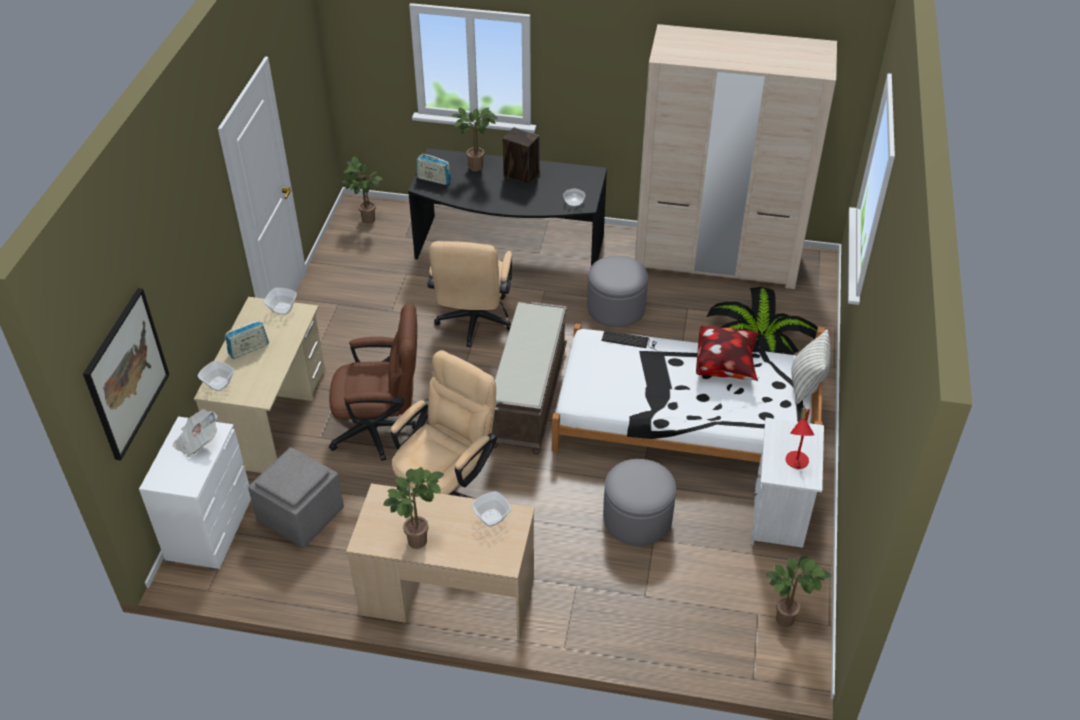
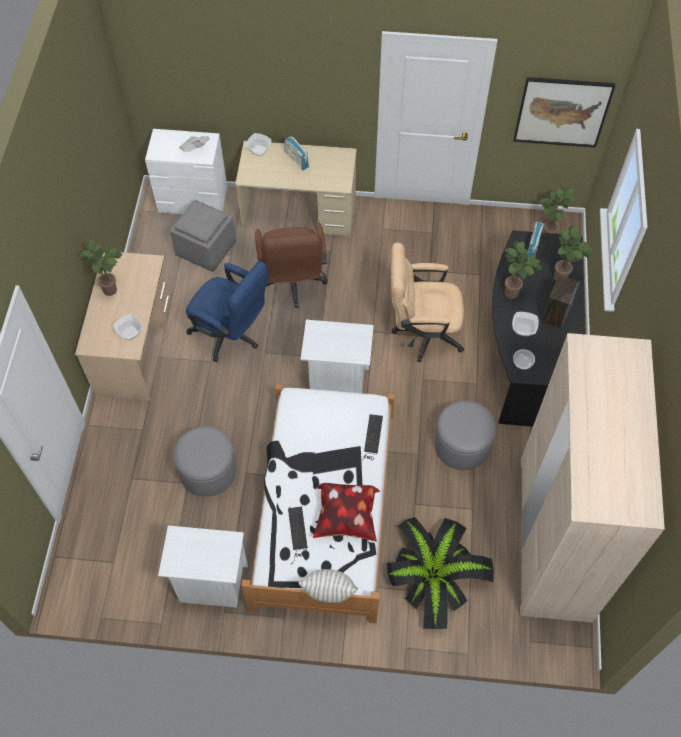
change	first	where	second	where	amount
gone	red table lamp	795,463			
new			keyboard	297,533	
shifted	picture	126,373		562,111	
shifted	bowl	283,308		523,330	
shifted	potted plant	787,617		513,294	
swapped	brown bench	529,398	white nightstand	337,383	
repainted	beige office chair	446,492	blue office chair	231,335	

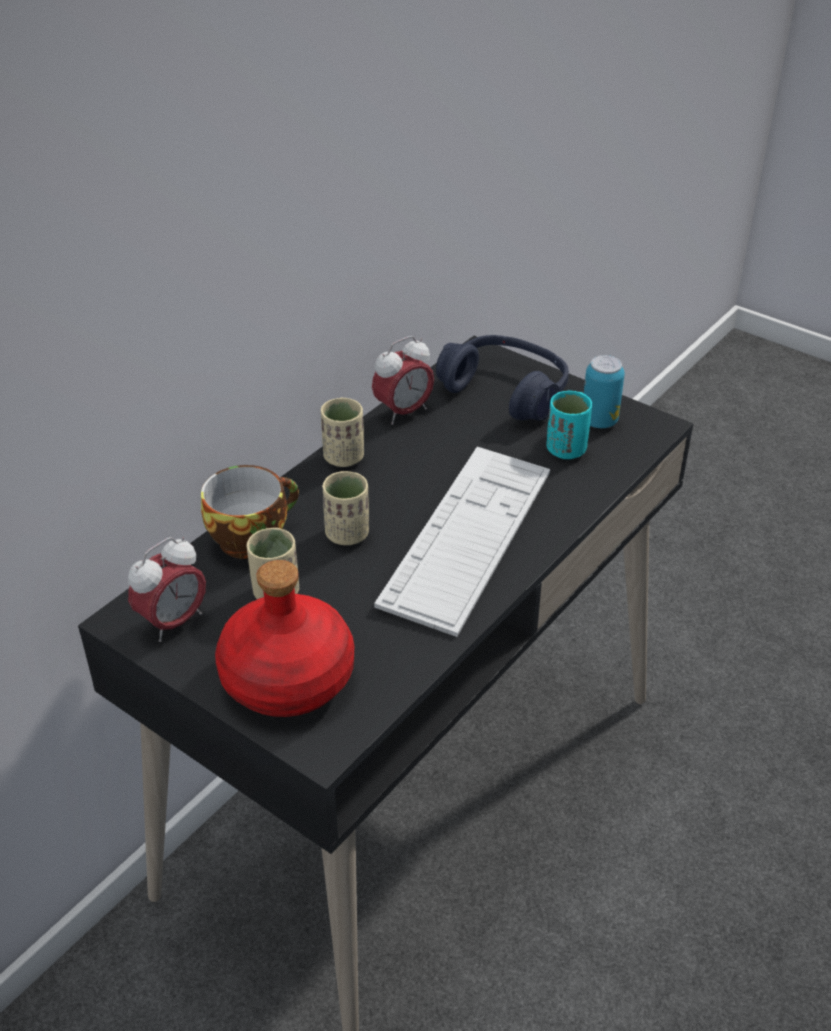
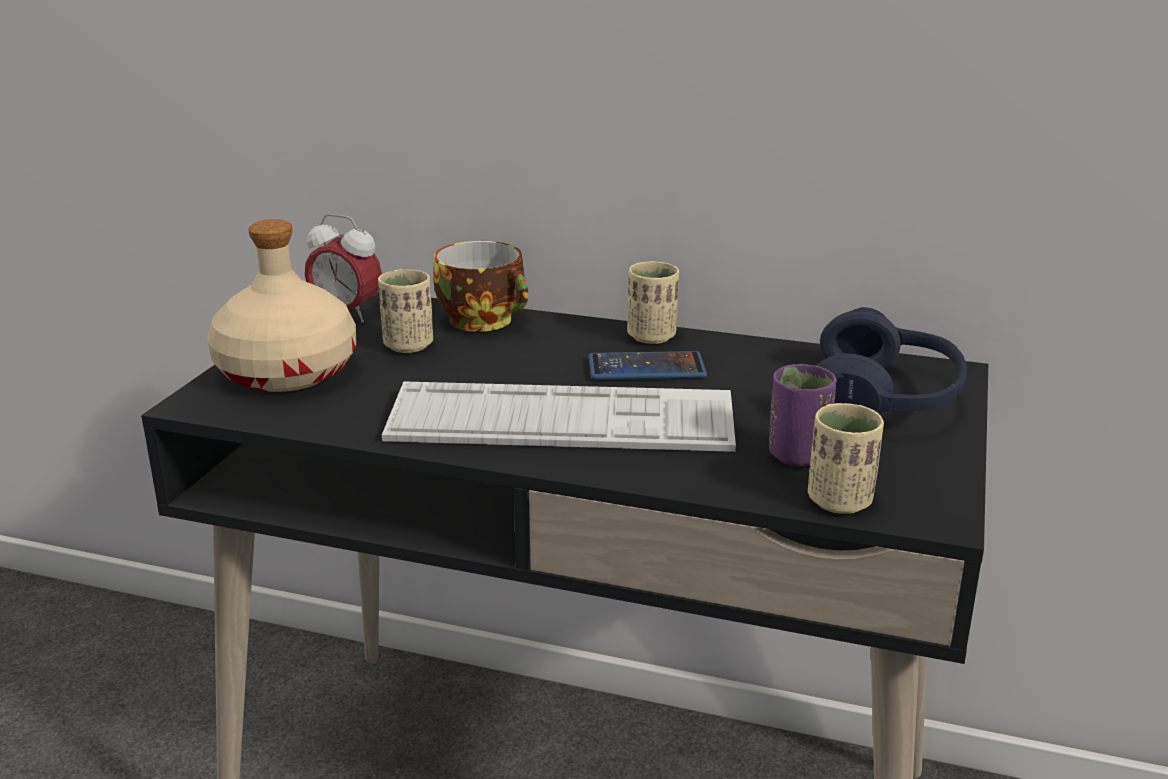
change	first	where	second	where	amount
gone	alarm clock	403,412			
gone	can	599,421			
new			phone	646,368	
shifted	beige cup	347,534		840,501	
repainted	red bottle	288,677	beige bottle	289,372	
repainted	turquoise cup	566,450	purple cup	798,455	

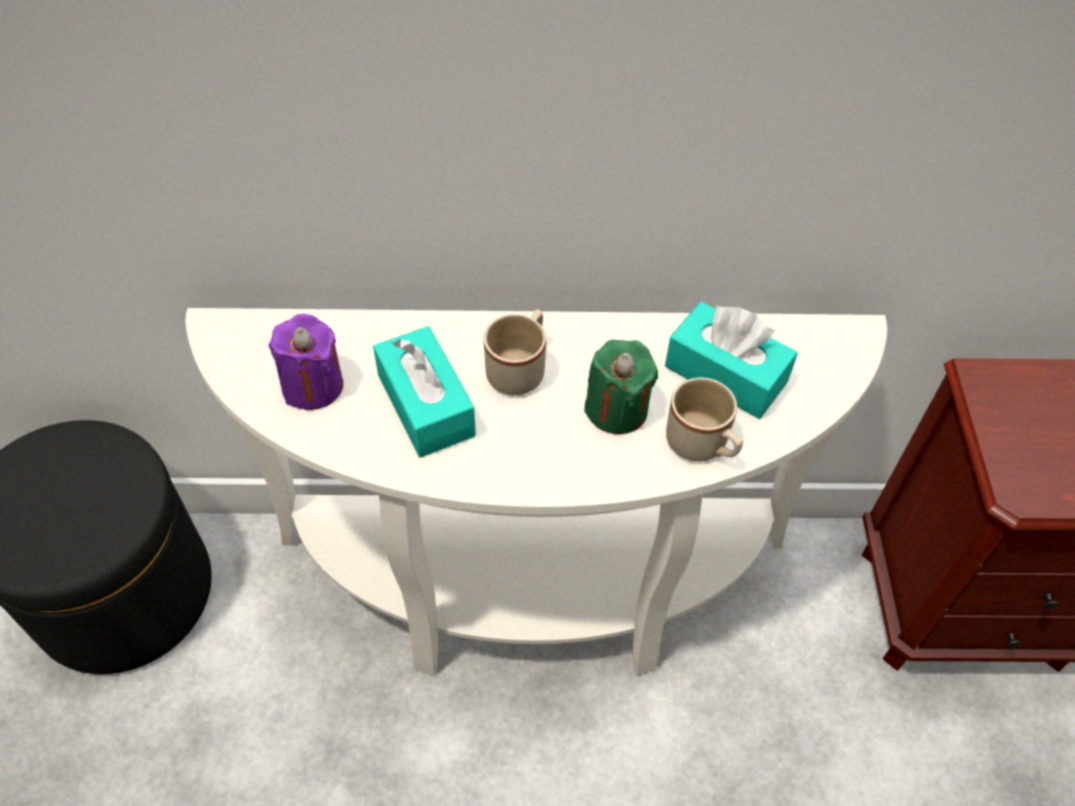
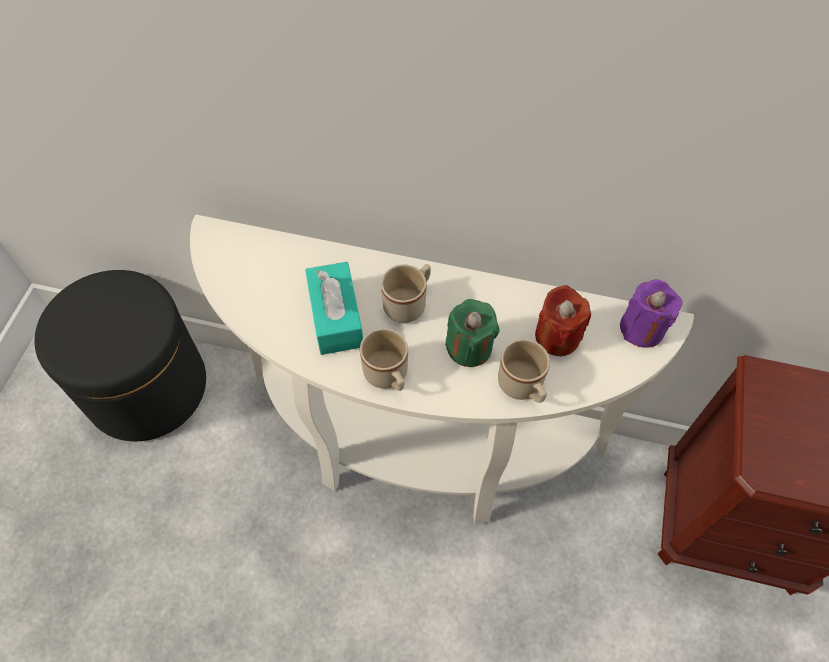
change	first	where	second	where	amount
new			beige mug	388,377	
shifted	purple candle	313,386		642,328	
swapped	turquoise tissue box	725,374	red candle	557,336	

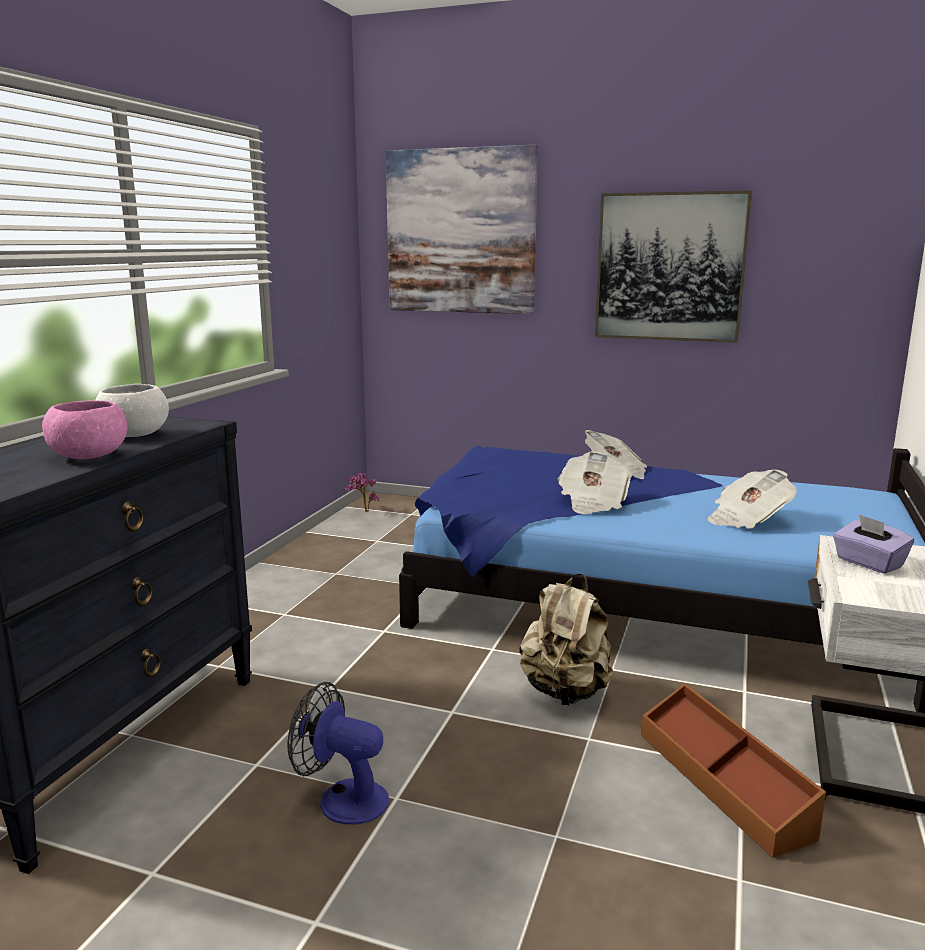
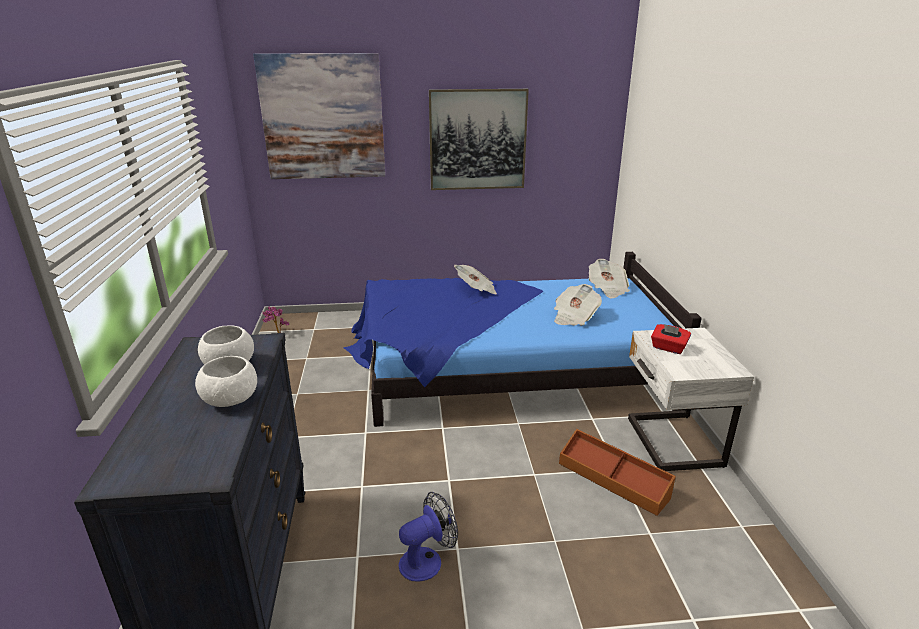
change	first	where	second	where	amount
gone	beige backpack	566,692			
shifted	newspaper	592,503		607,289	
repainted	pink bowl	90,456	white bowl	231,399	
repainted	purple tissue box	868,563	red tissue box	668,348	
rotated	fan	342,798		427,560	150 degrees clockwise

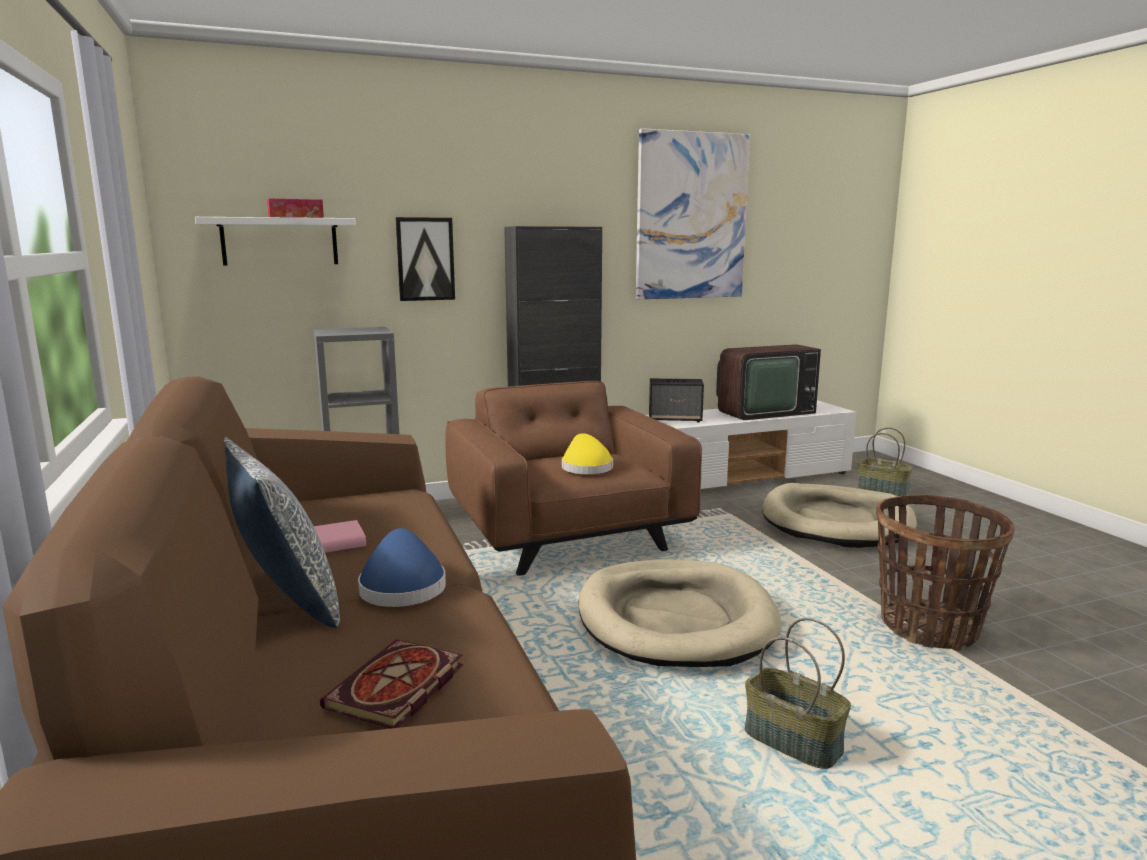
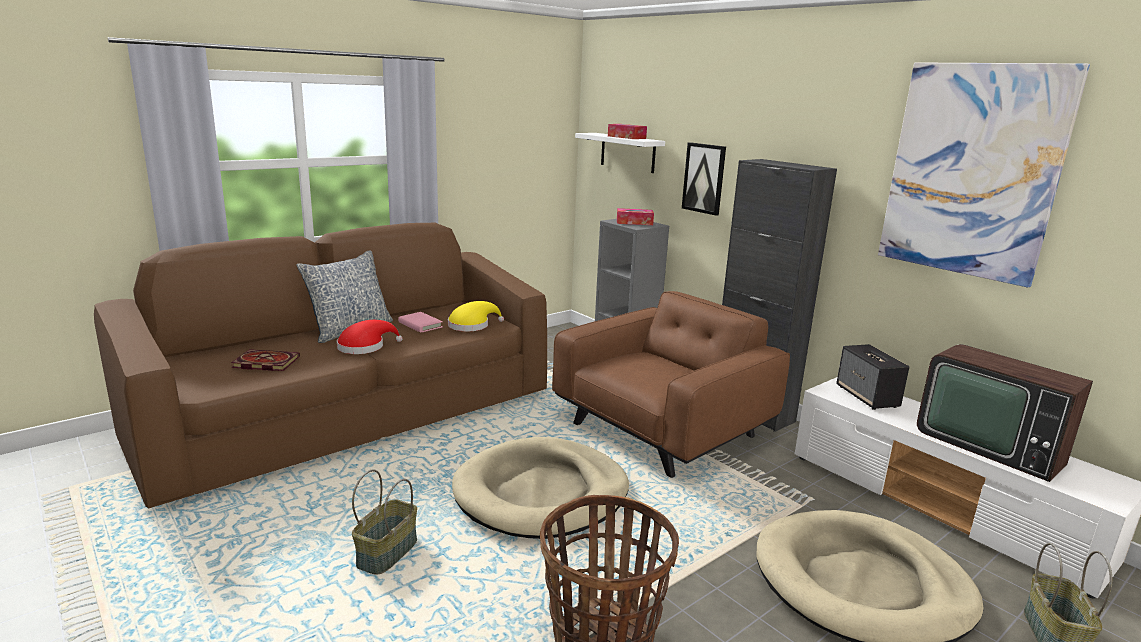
change	first	where	second	where	amount
new			tissue box	634,222	
shifted	yellow hat	585,467		471,325	
repainted	blue hat	402,587	red hat	364,347	

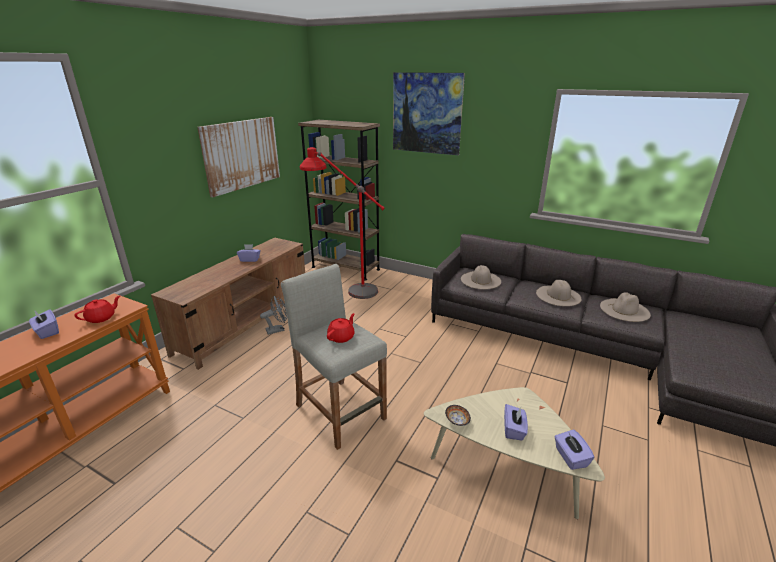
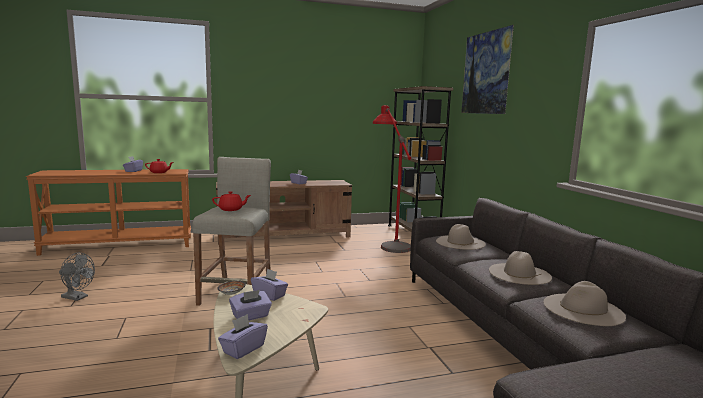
change	first	where	second	where	amount
gone	picture	242,154			
new			purple tissue box	269,295	
shifted	grey fan	278,329		77,297	

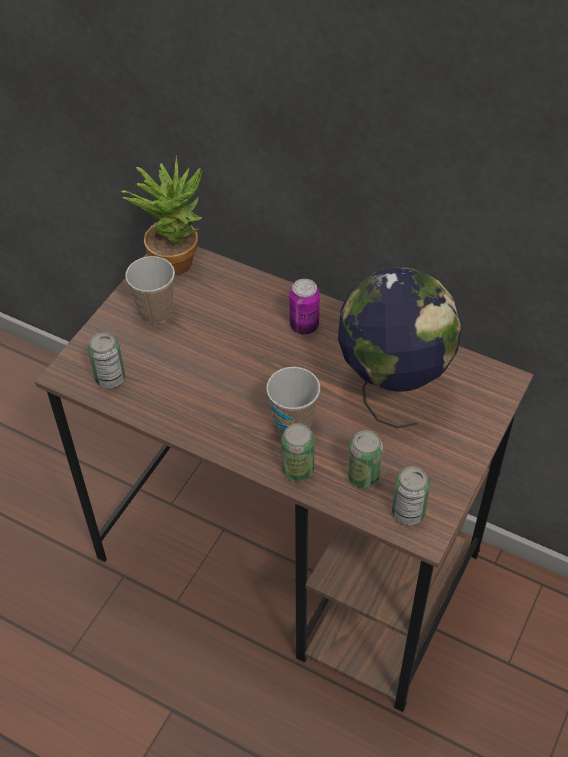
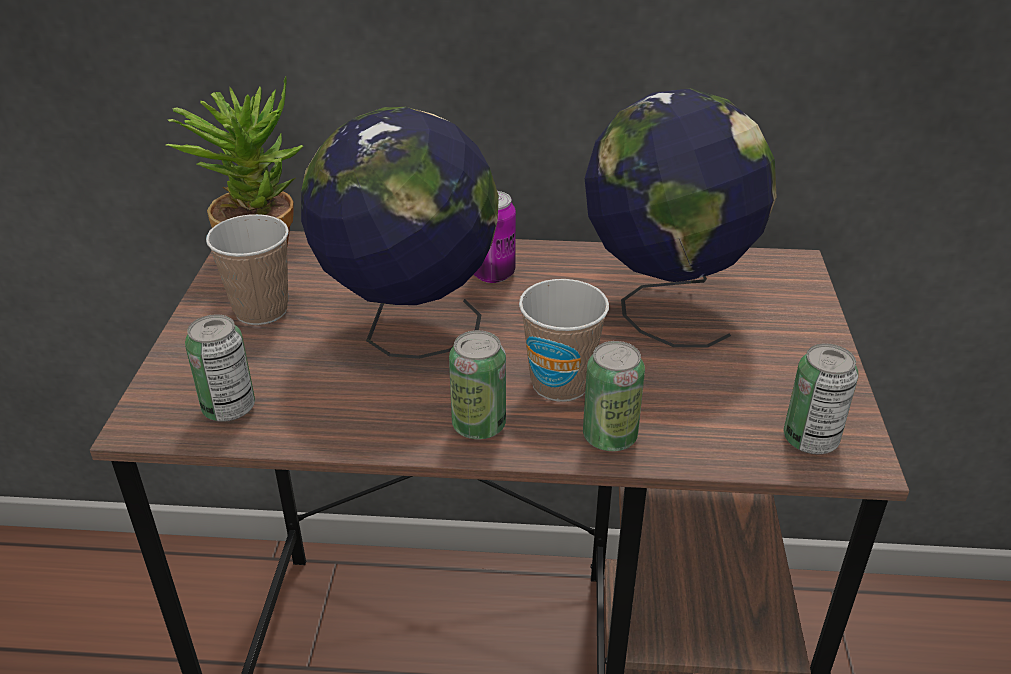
change	first	where	second	where	amount
new			globe	409,331	
shifted	can	363,476		479,425	

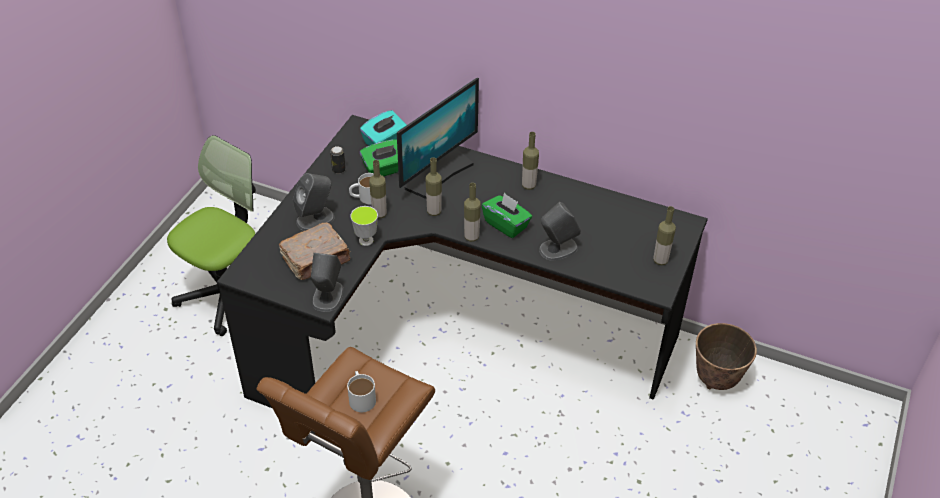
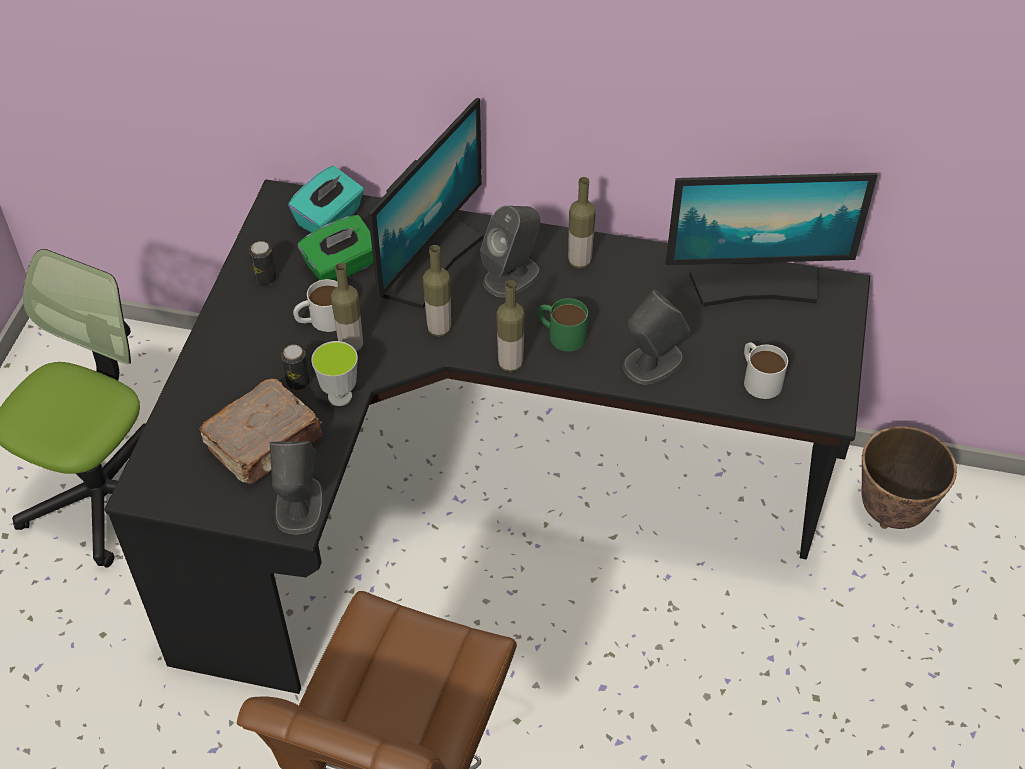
change	first	where	second	where	amount
gone	bottle	660,260			
new			can	298,382	
new			monitor	755,283	
shifted	grey speaker	315,219		512,276	
shifted	white mug	361,396		758,378	
swapped	green tissue box	506,225	green mug	561,334	

